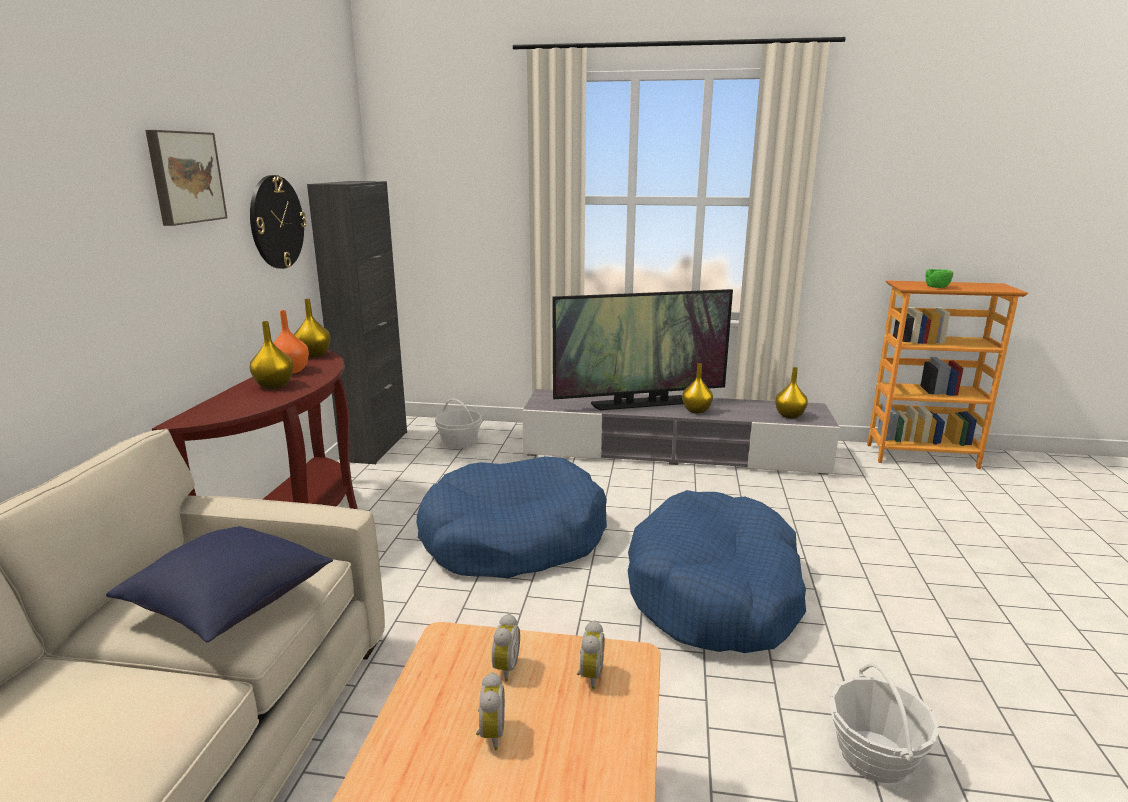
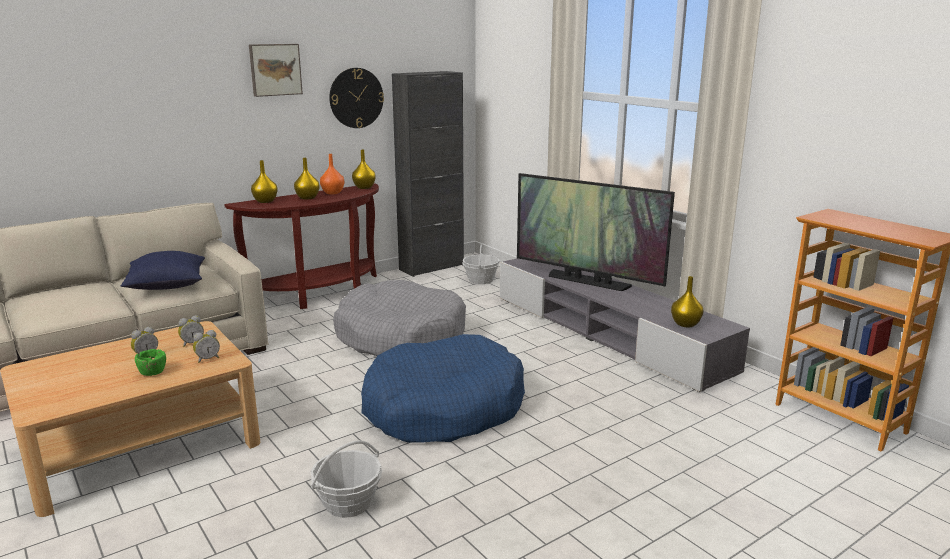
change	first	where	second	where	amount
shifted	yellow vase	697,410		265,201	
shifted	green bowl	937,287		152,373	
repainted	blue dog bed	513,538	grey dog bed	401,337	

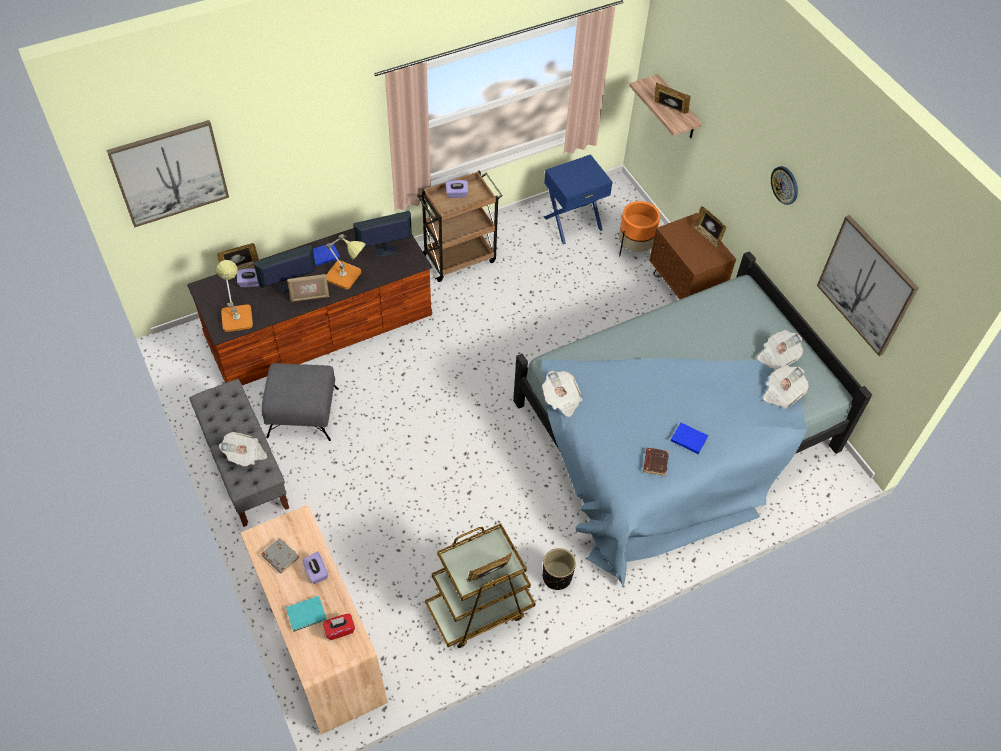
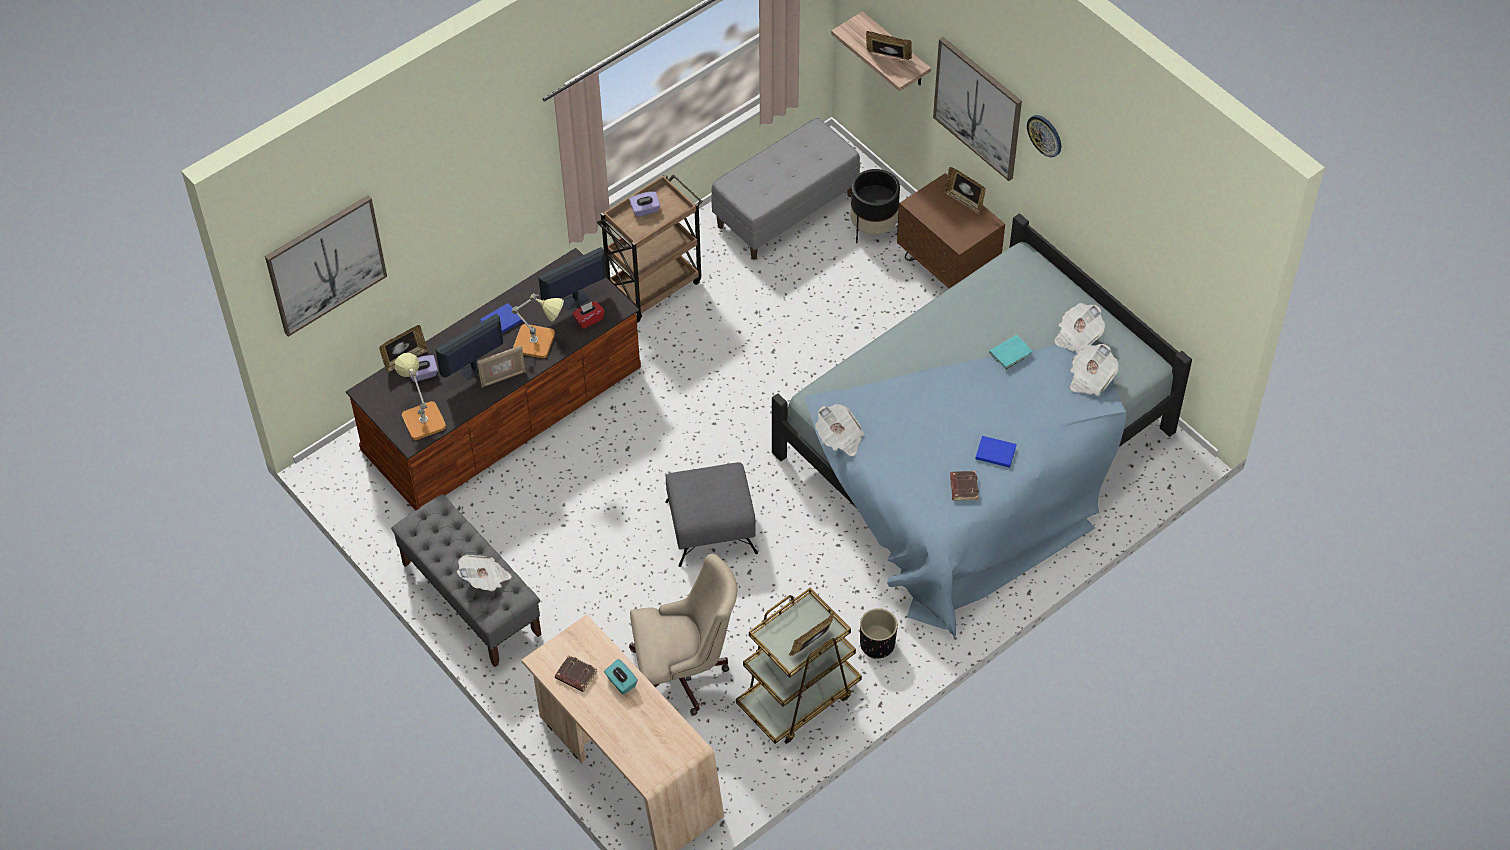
change	first	where	second	where	amount
new			beige office chair	684,673	
shifted	grey ottoman	303,413		712,527	
shifted	turquoise book	307,614		1012,353	
shifted	red tissue box	339,630		588,319	
shifted	picture	866,285		978,108	
swapped	blue nightstand	572,223	grey bench	785,210	
repainted	grey book	280,557	brown book	575,675	
repainted	purple tissue box	316,572	turquoise tissue box	621,682	
repainted	orange planter	634,249	black planter	873,229	

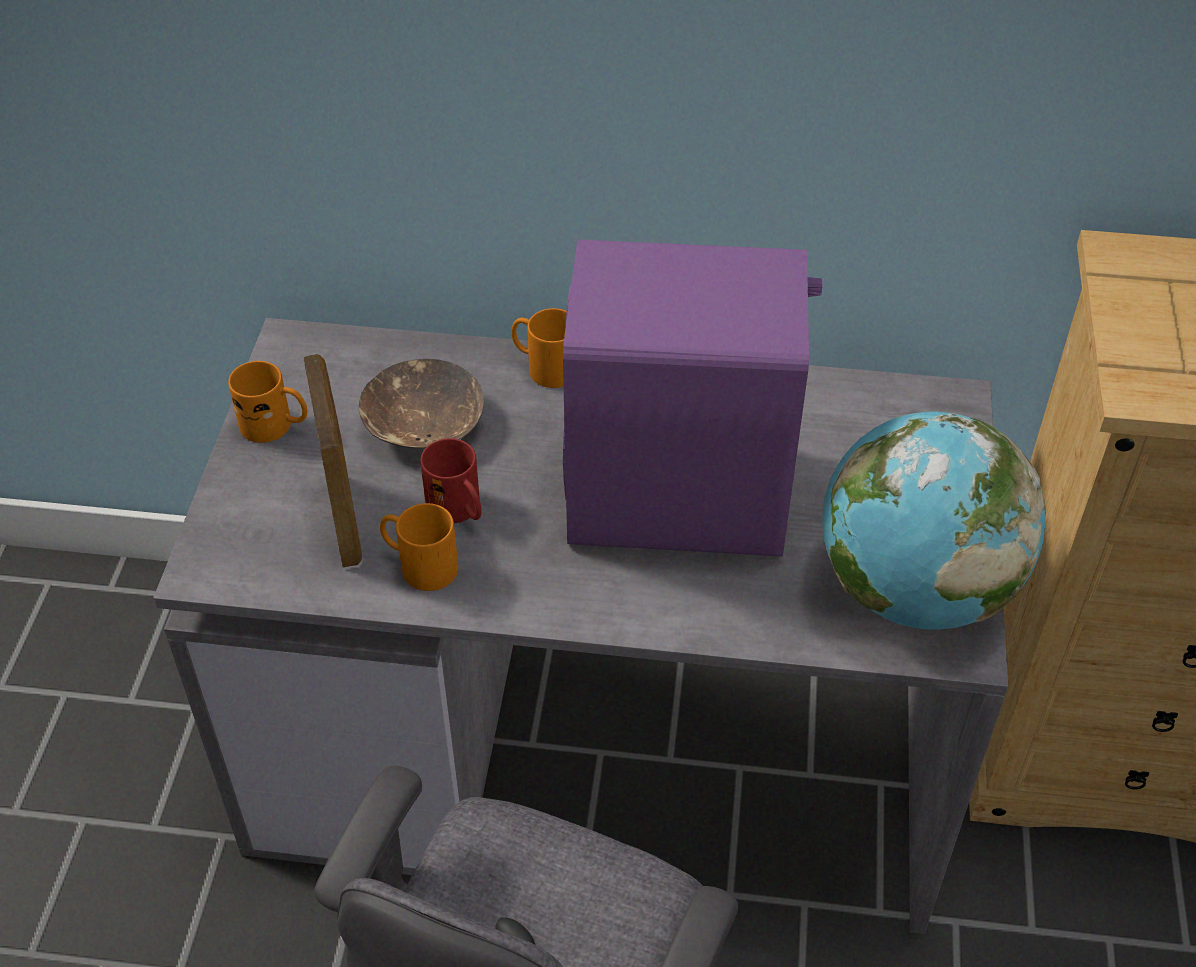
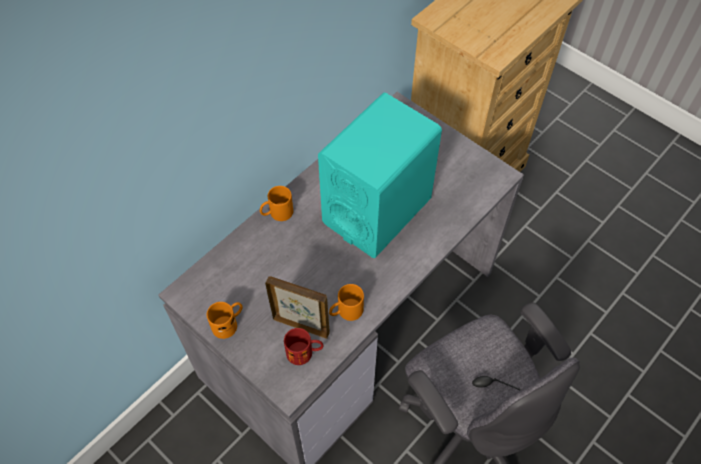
change	first	where	second	where	amount
gone	brown bowl	422,423			
gone	globe	914,589			
shifted	red mug	460,510		305,352	
repainted	purple speaker	679,495	turquoise speaker	377,210	

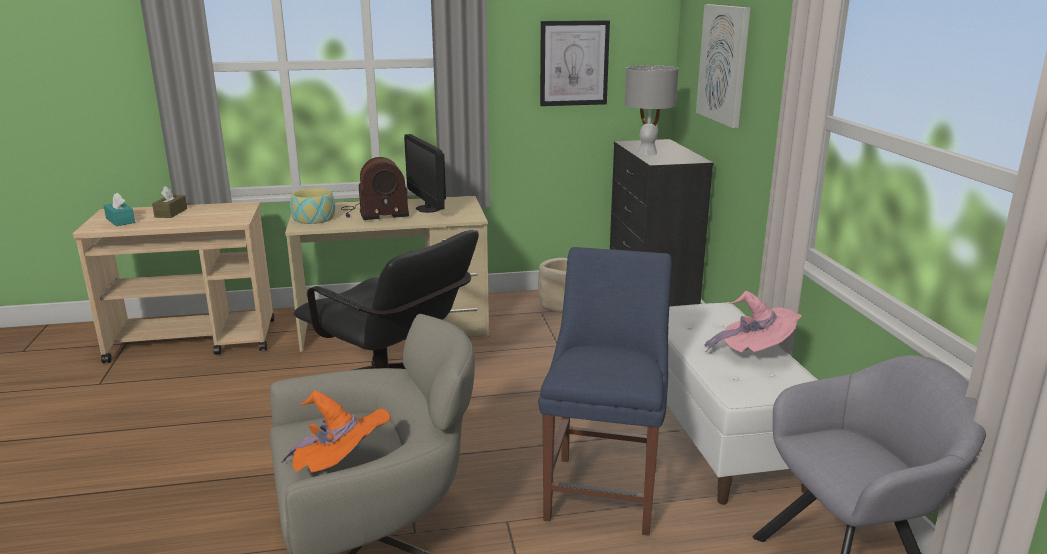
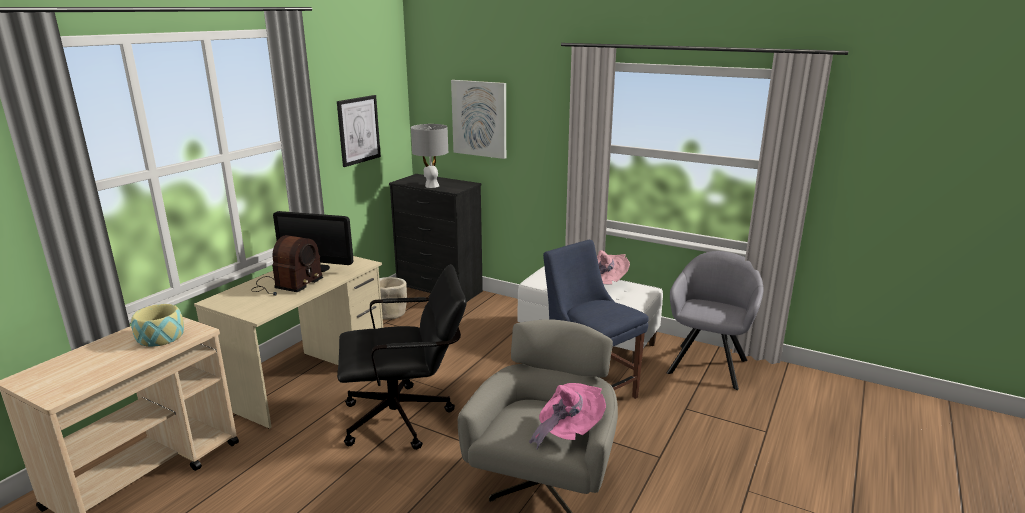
change	first	where	second	where	amount
gone	turquoise tissue box	120,221			
gone	brown tissue box	171,213			
shifted	bowl	314,218		161,337	
repainted	orange hat	341,468	pink hat	568,431	

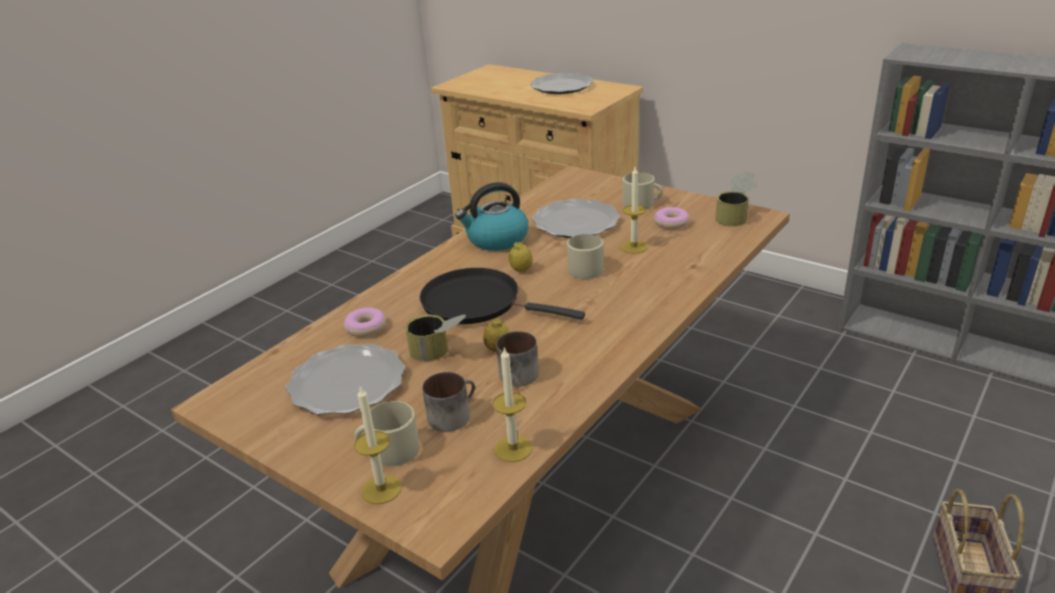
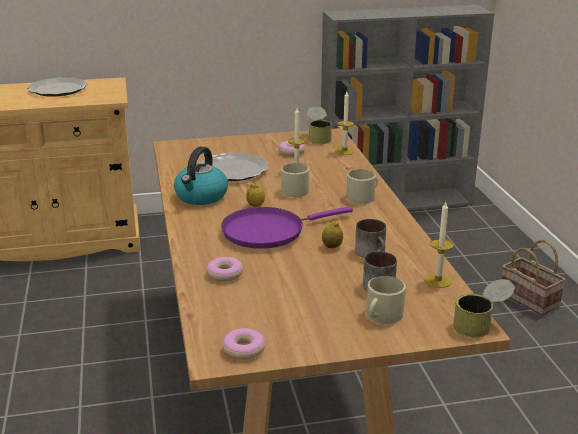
change	first	where	second	where	amount
gone	plate	348,383			
new			donut	244,349	
shifted	candle	381,489		344,151	
shifted	can	439,353		481,324	
shifted	beige mug	642,204		363,197	
repainted	black frying pan	477,303	purple frying pan	268,231	

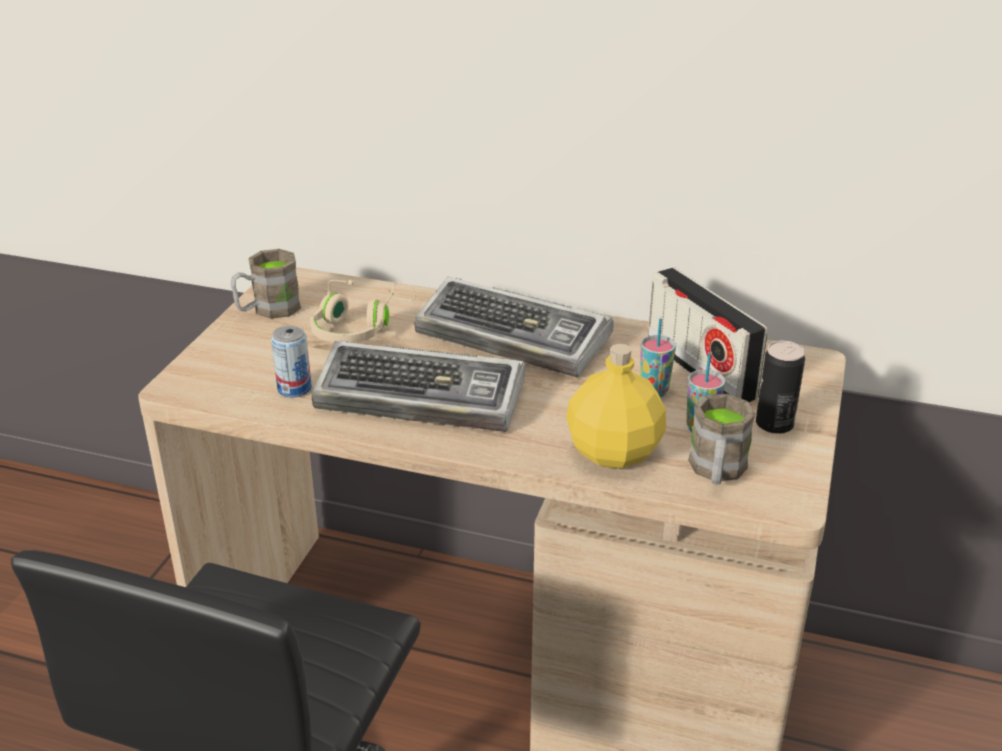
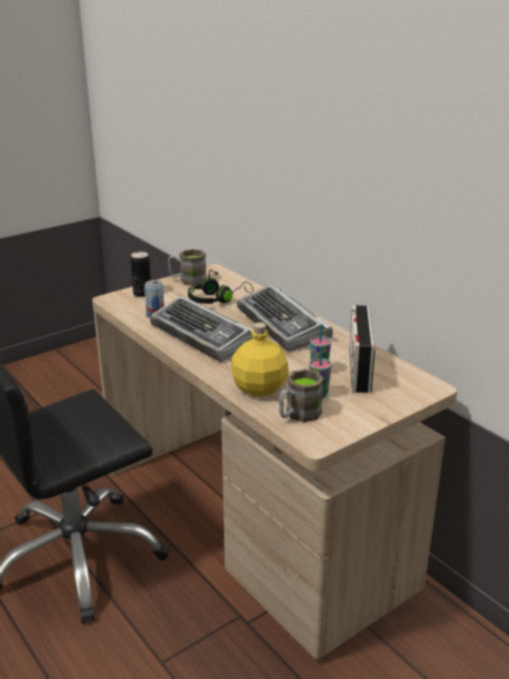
change	first	where	second	where	amount
shifted	can	774,424		142,293	
repainted	beige headphones	359,327	black headphones	217,299	

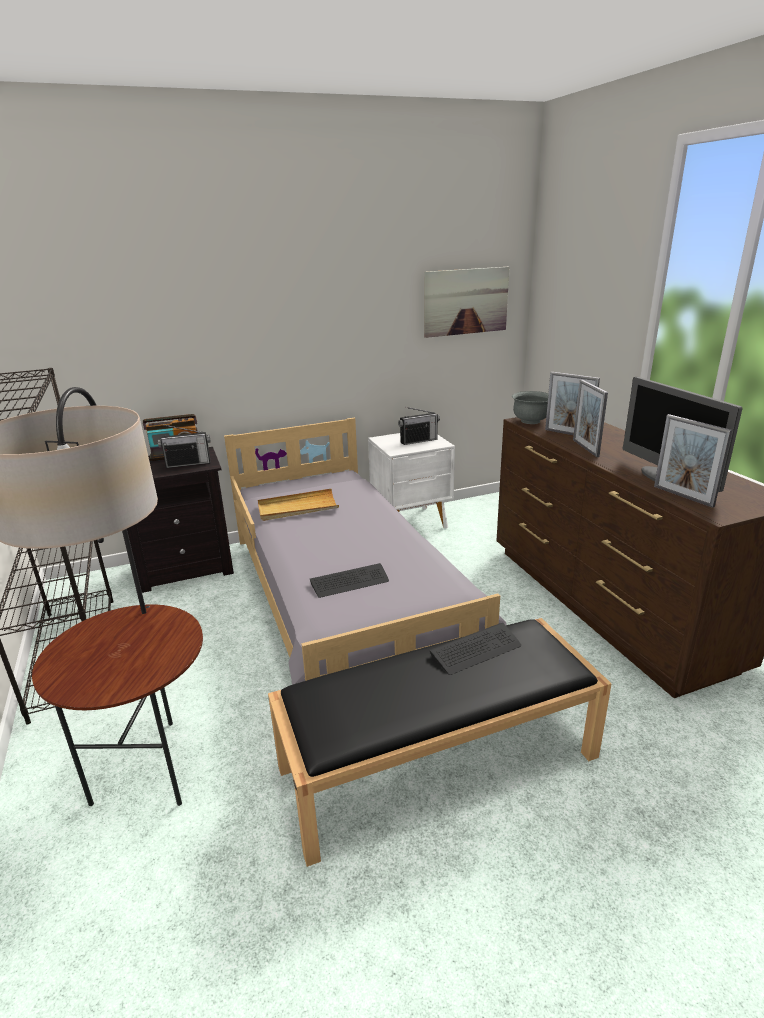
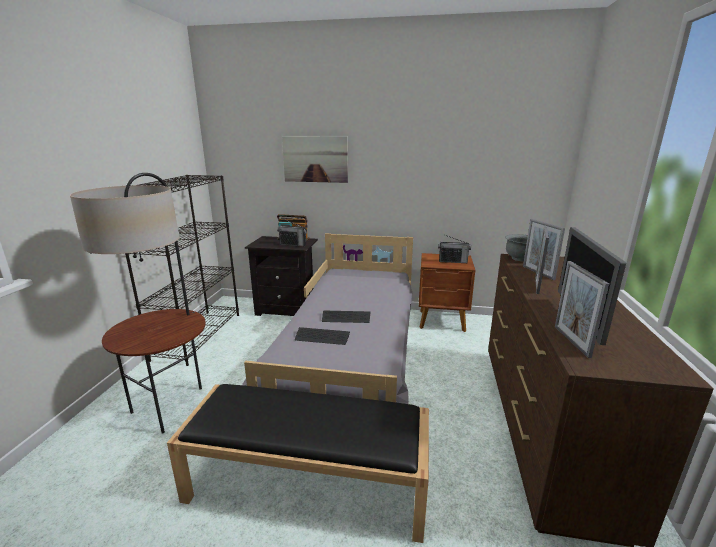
change	first	where	second	where	amount
gone	beige tray	297,508			
shifted	picture	466,301		315,159	
shifted	keyboard	476,650		346,318	
repainted	white nightstand	412,523	brown nightstand	442,321	

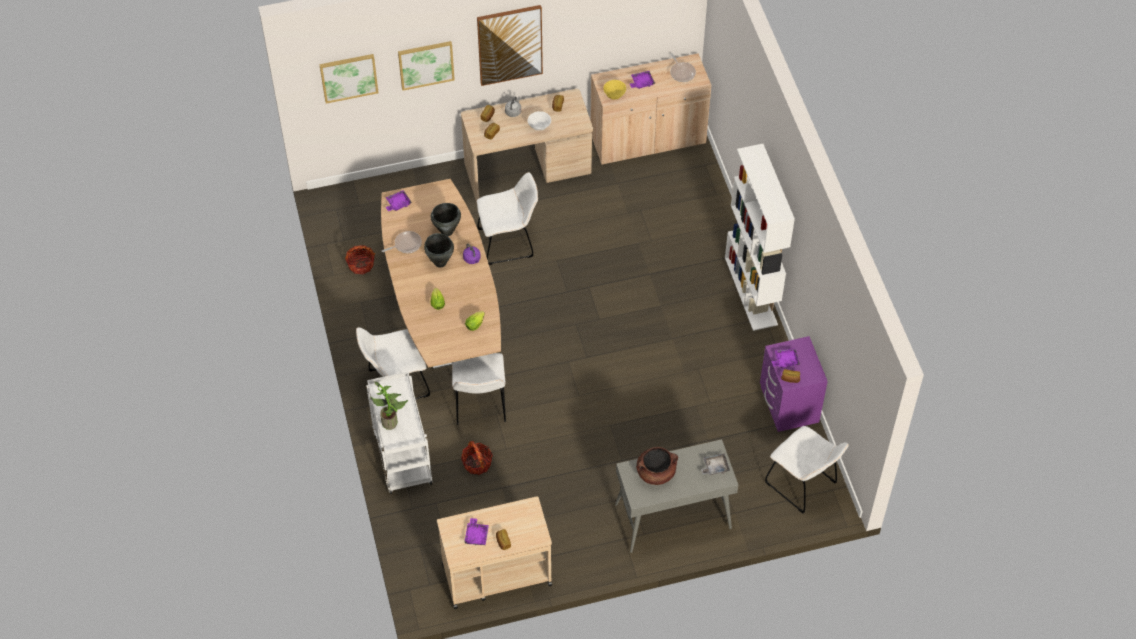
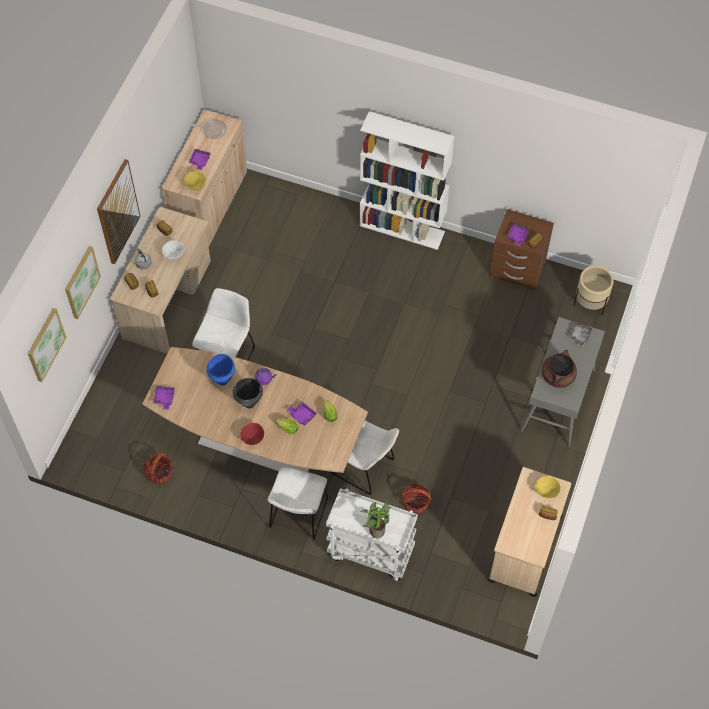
change	first	where	second	where	amount
gone	frying pan	406,244			
new			red bowl	252,438	
new			yellow bowl	547,491	
shifted	purple tray	476,535		302,415	
swapped	white chair	803,485	beige planter	590,303	
repainted	black cooking pot	447,232	blue cooking pot	223,380	
repainted	purple nightstand	788,405	brown nightstand	517,269	

